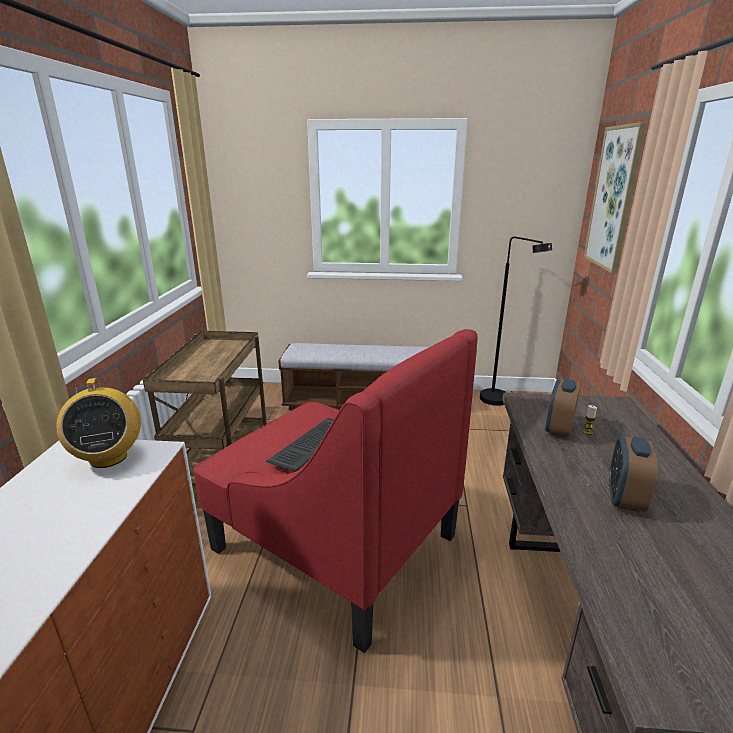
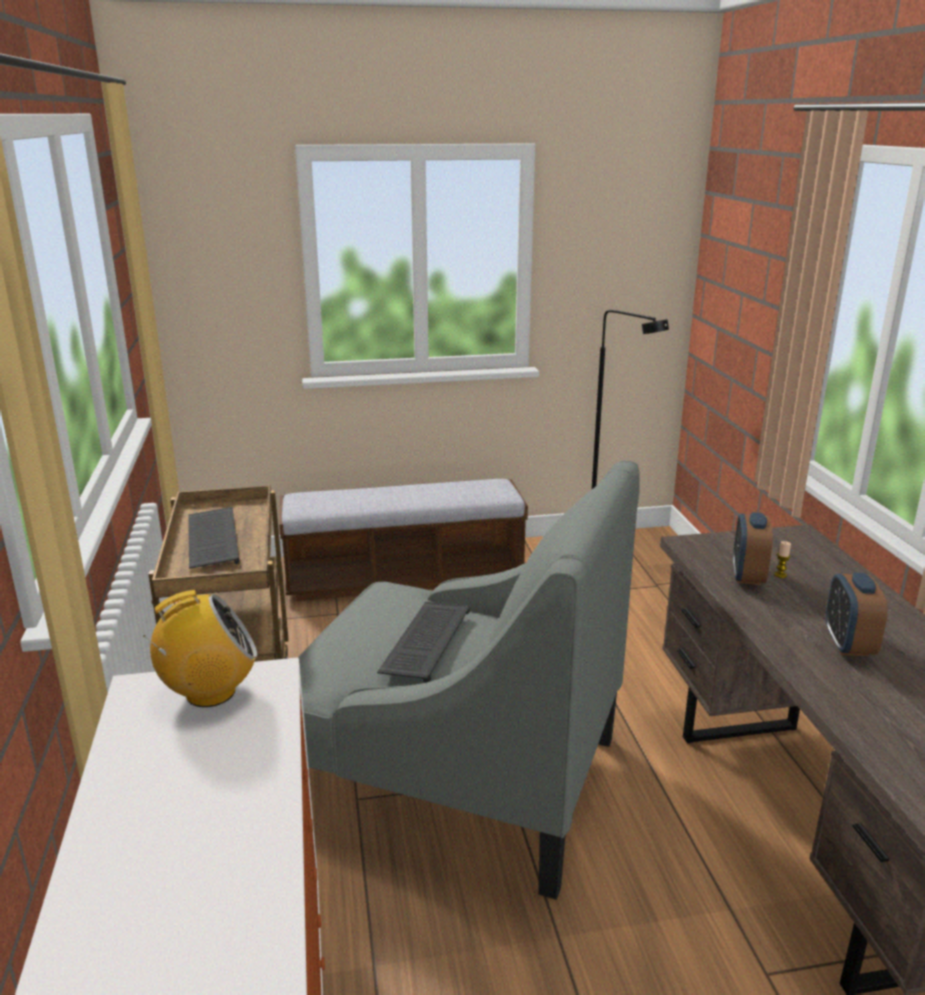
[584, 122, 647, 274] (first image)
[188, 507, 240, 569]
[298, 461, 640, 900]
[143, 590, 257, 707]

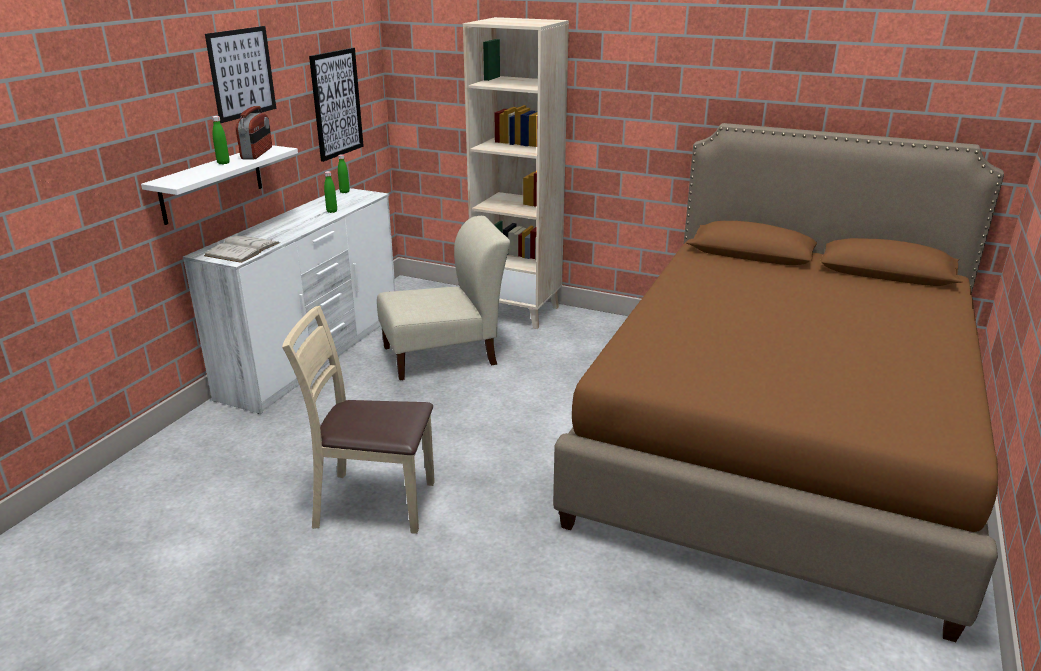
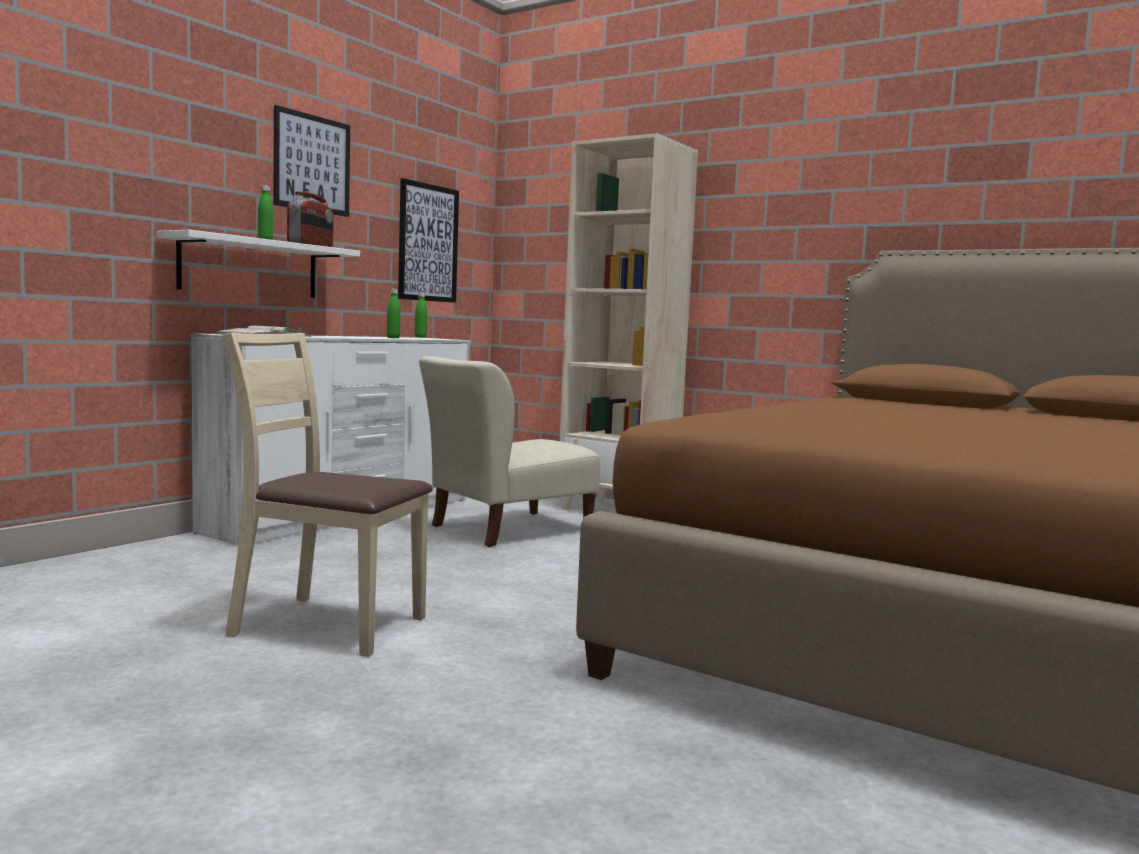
[419, 356, 600, 547]

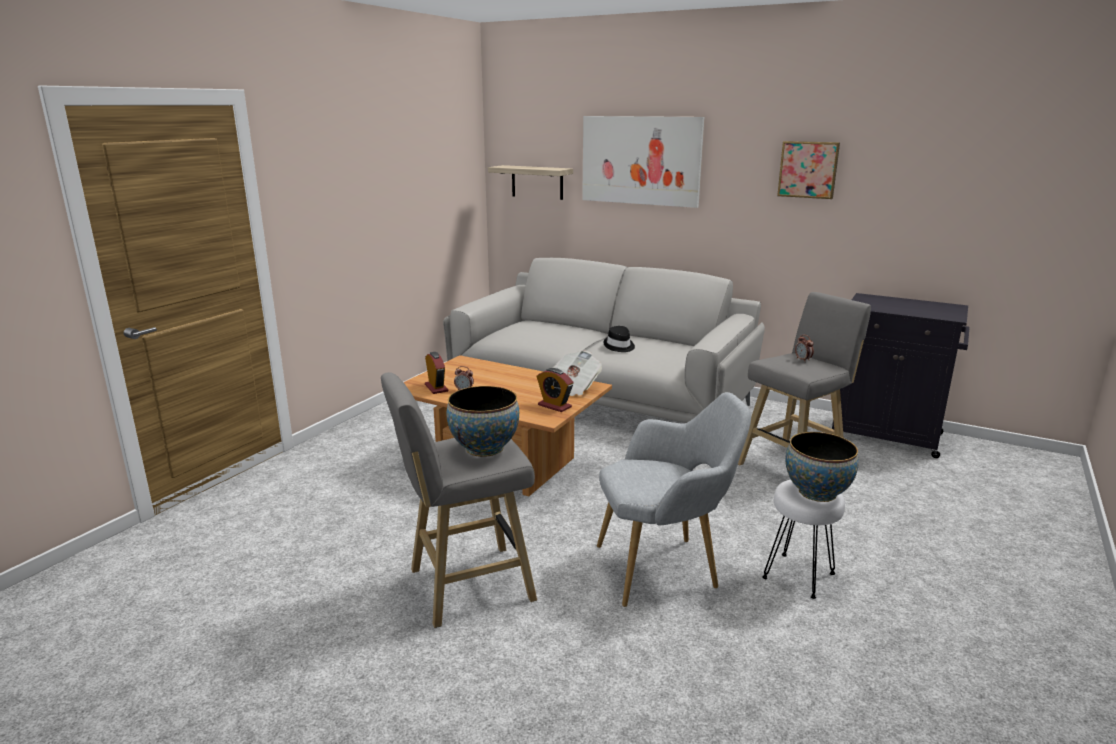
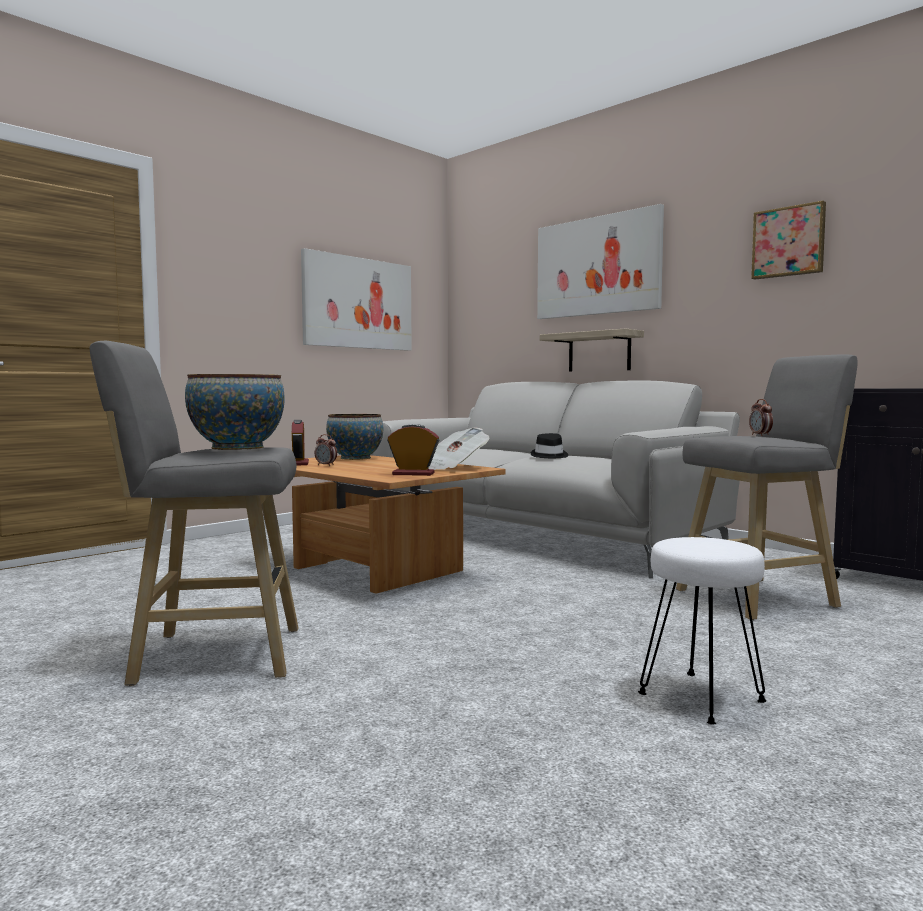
[597, 392, 751, 607] (first image)
[301, 248, 412, 351]
[540, 328, 644, 372]
[326, 414, 383, 460]
[387, 424, 439, 476]

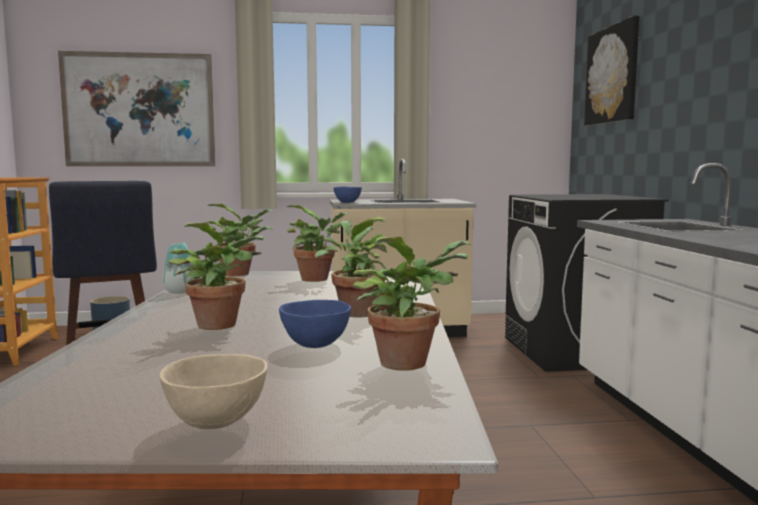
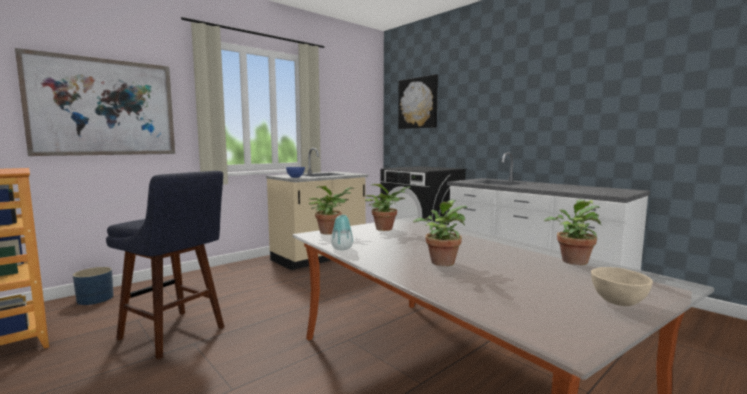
[279, 300, 351, 348] (first image)
[315, 217, 387, 318] (first image)

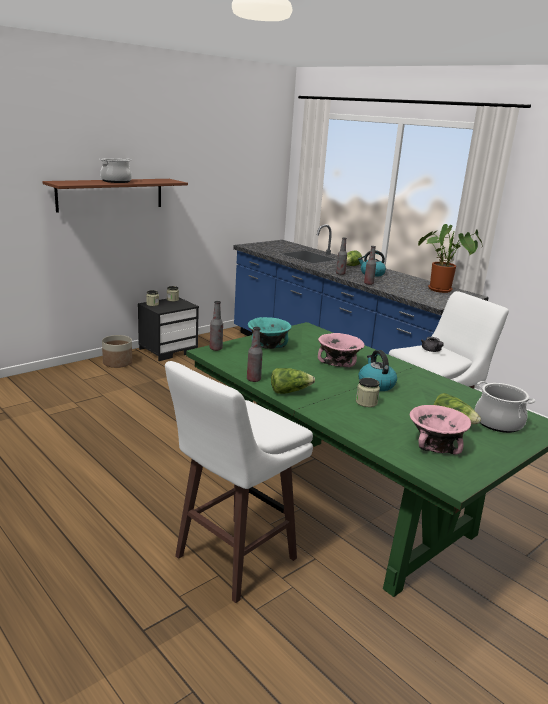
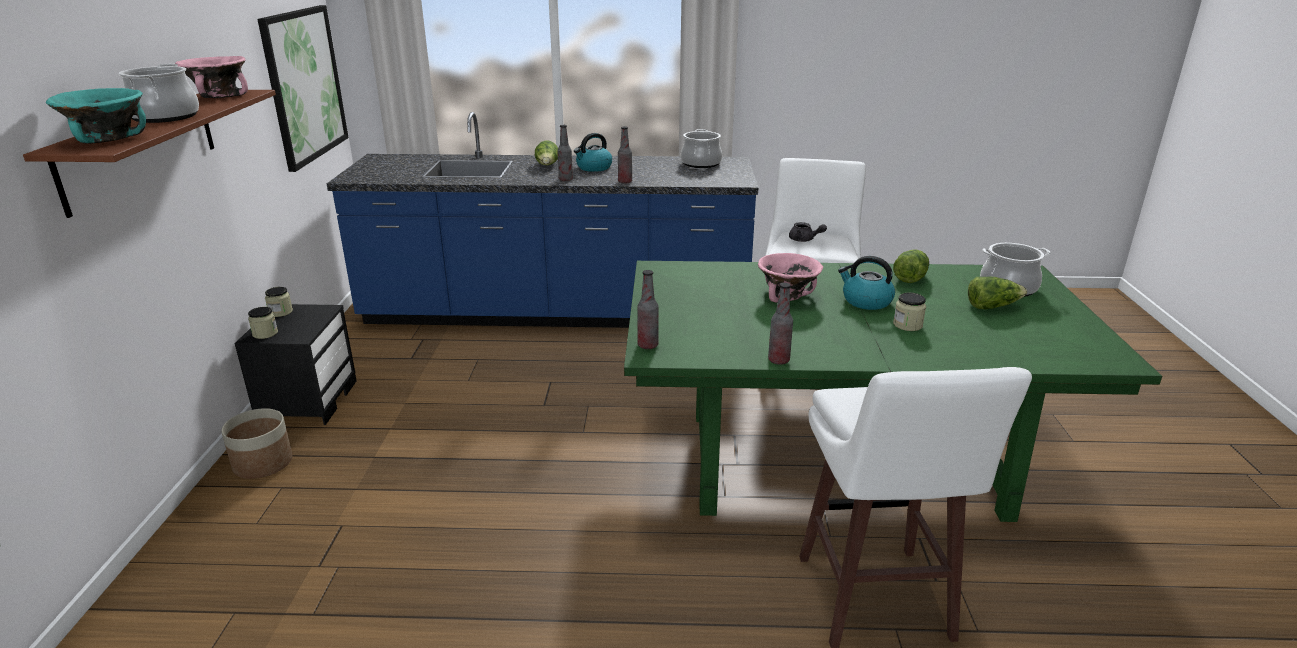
[257, 5, 349, 172]
[46, 88, 146, 144]
[893, 250, 929, 283]
[175, 56, 248, 98]
[681, 129, 722, 168]

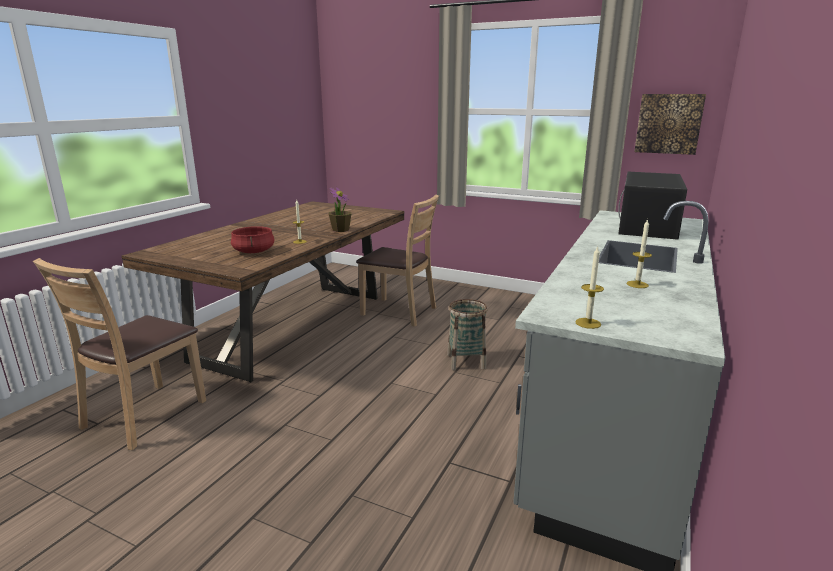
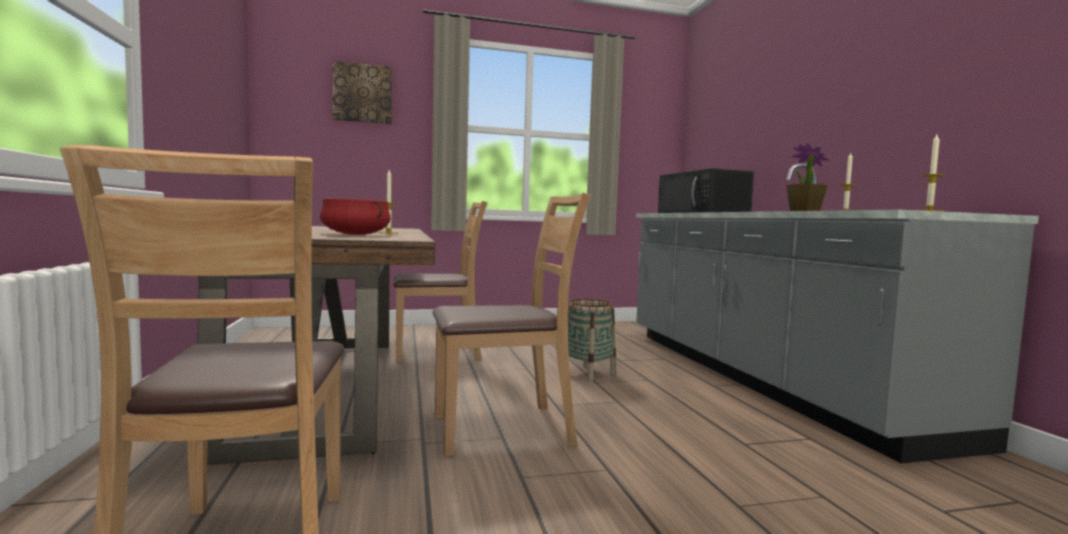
[433, 193, 591, 457]
[786, 143, 830, 211]
[333, 61, 392, 124]

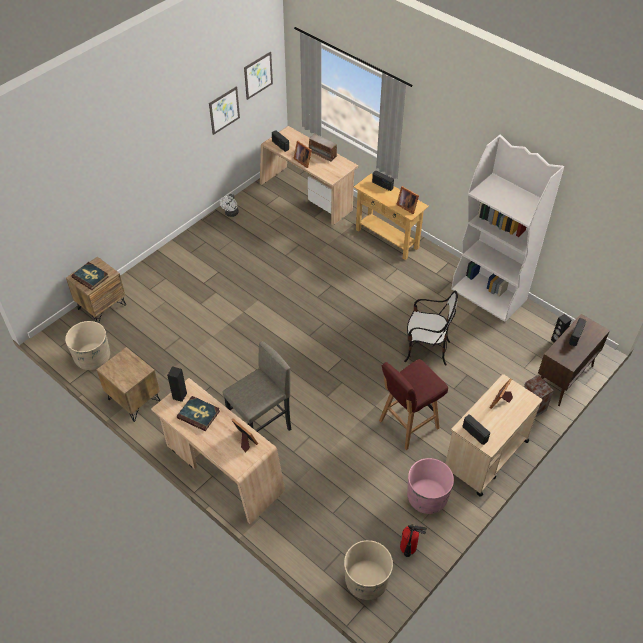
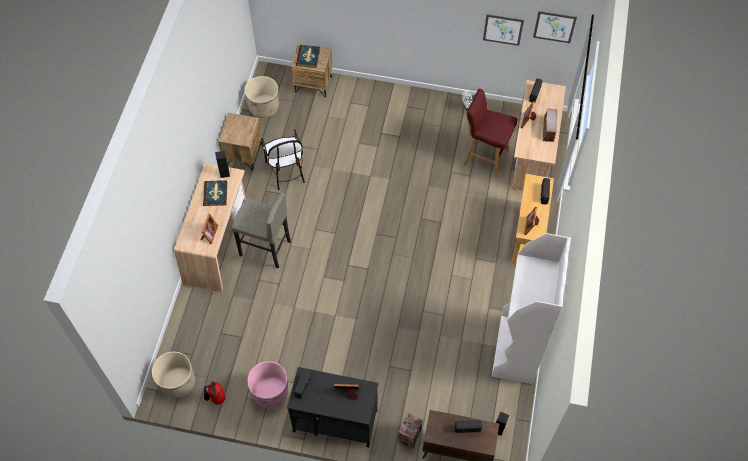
[464, 89, 517, 177]
[261, 129, 305, 190]
[287, 367, 378, 447]

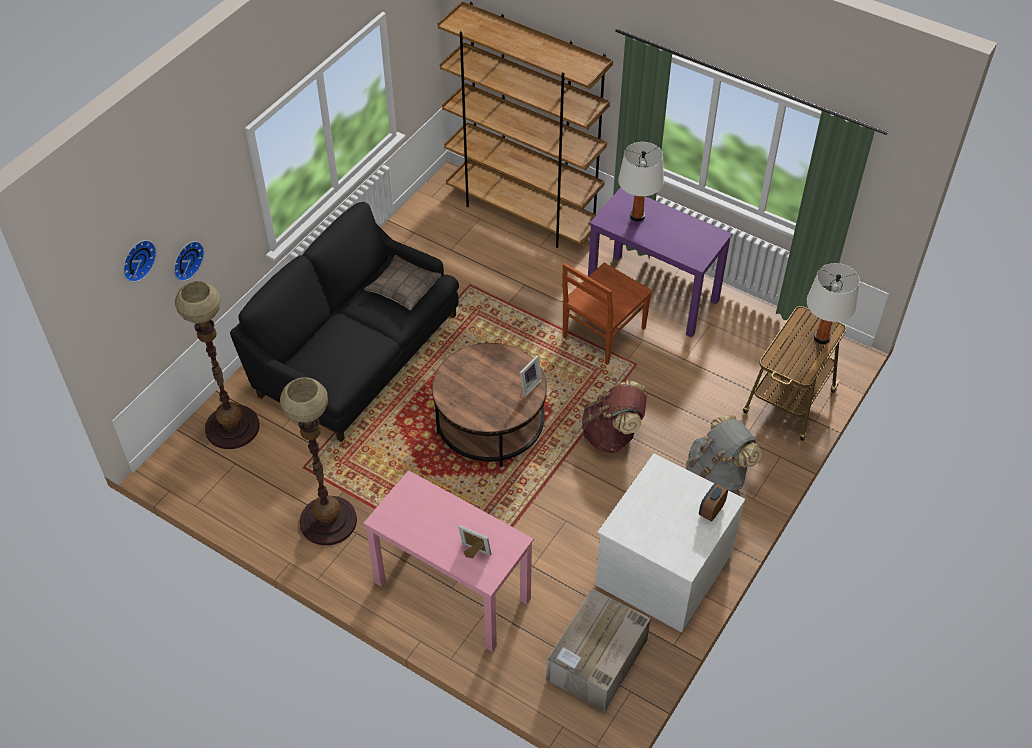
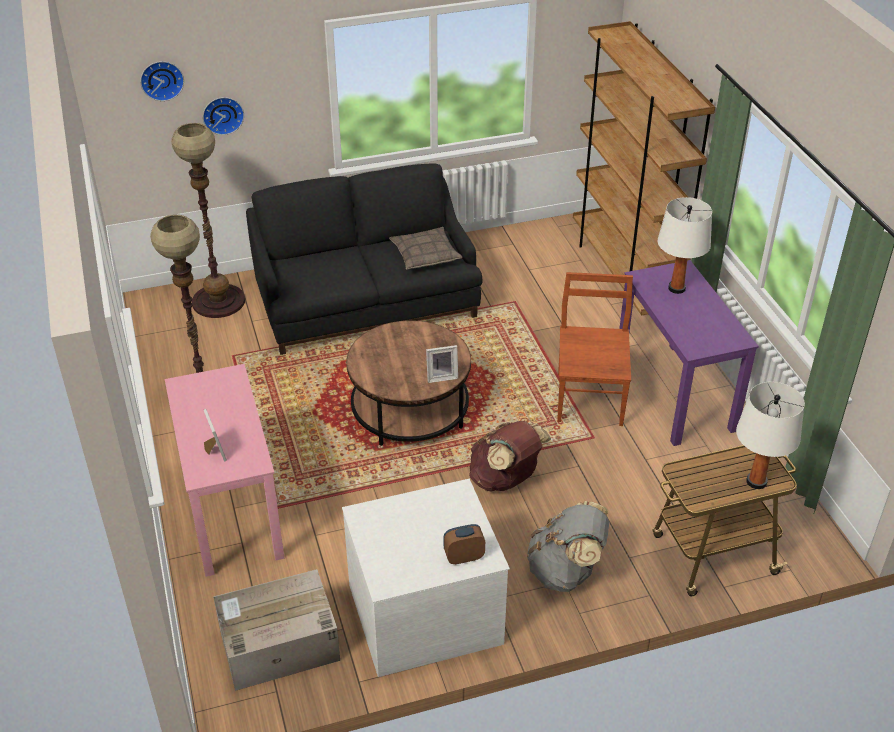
[557, 272, 633, 426]

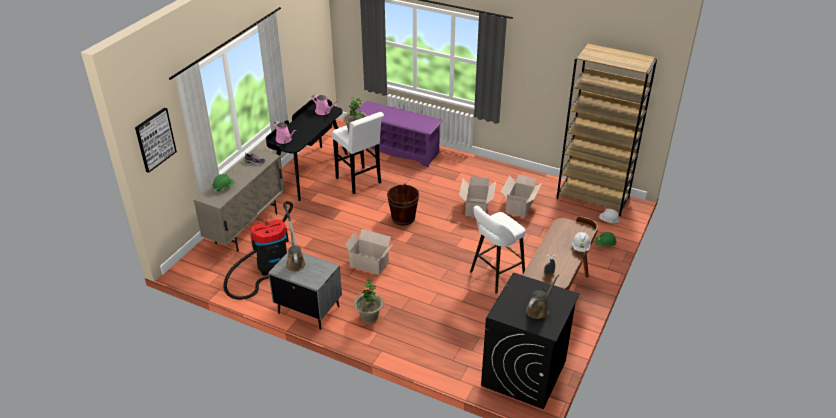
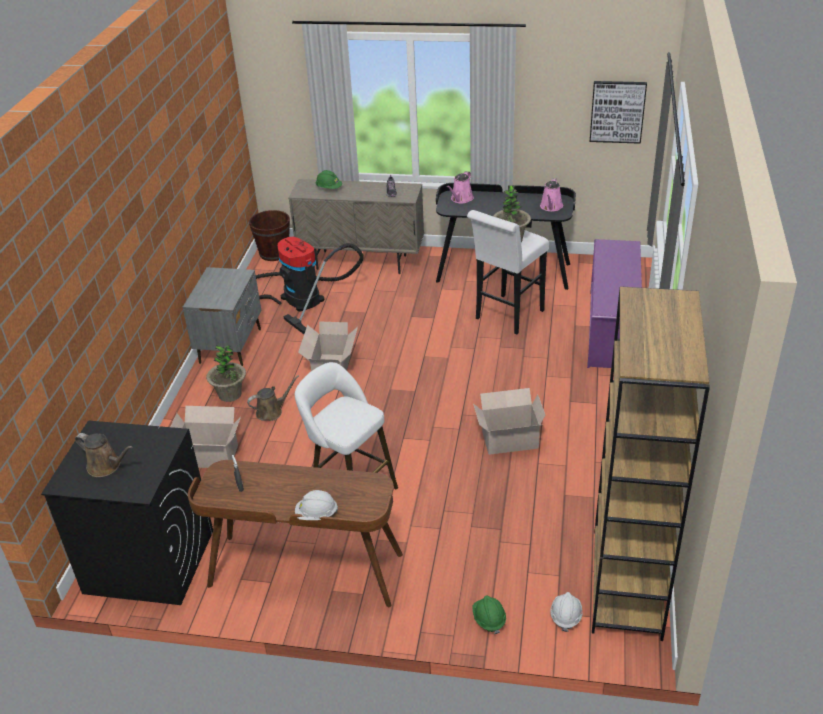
[590, 81, 647, 144]
[247, 375, 299, 421]
[249, 210, 290, 261]
[171, 406, 241, 468]

